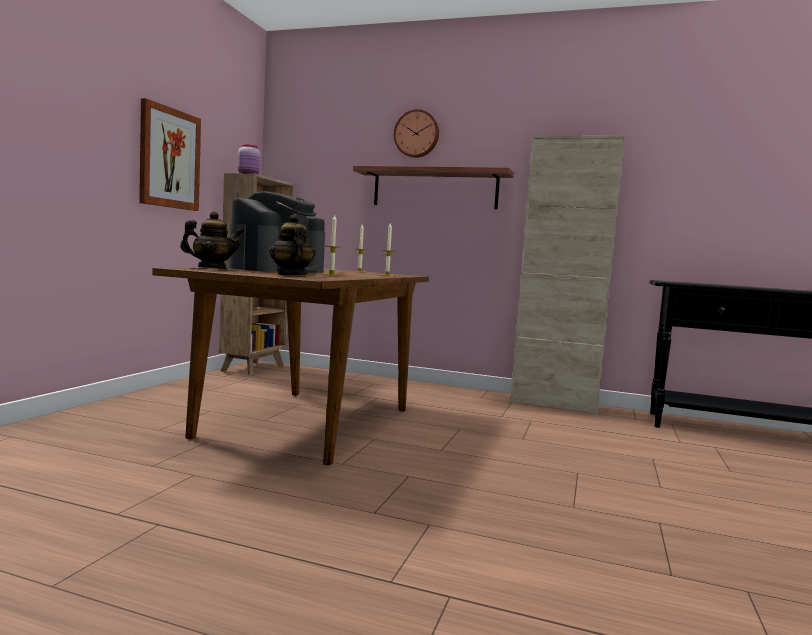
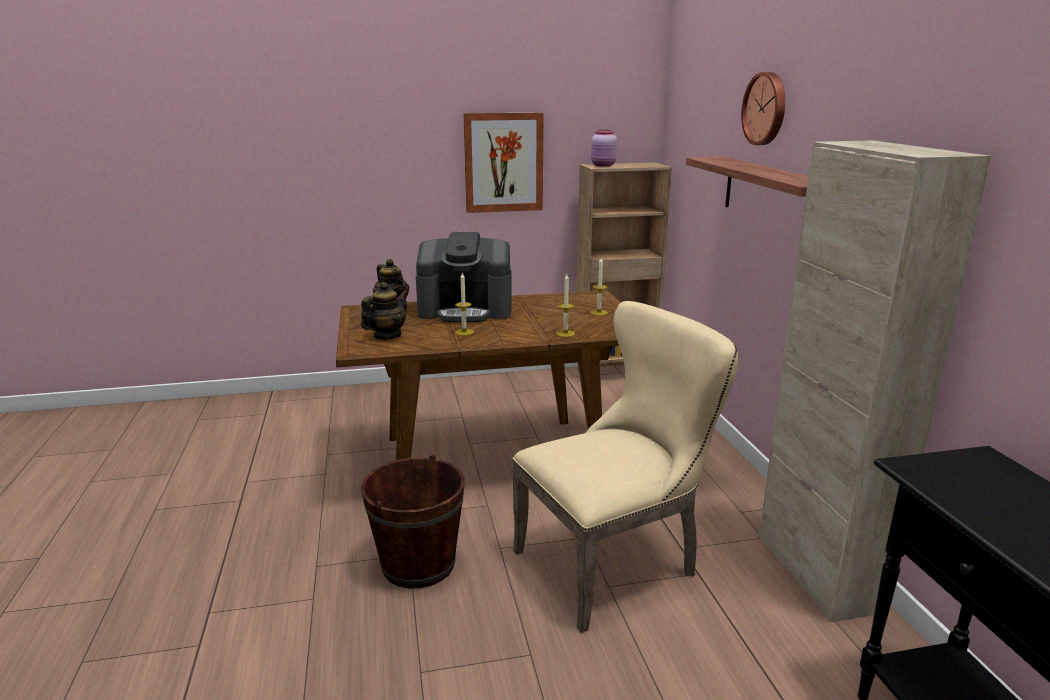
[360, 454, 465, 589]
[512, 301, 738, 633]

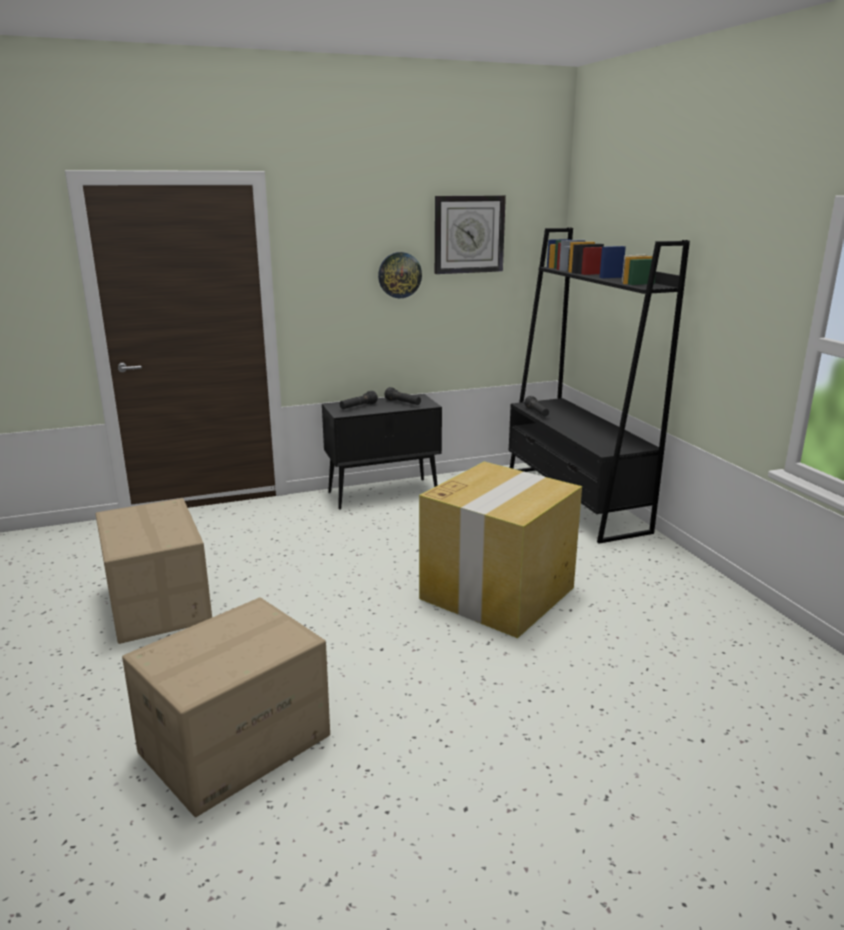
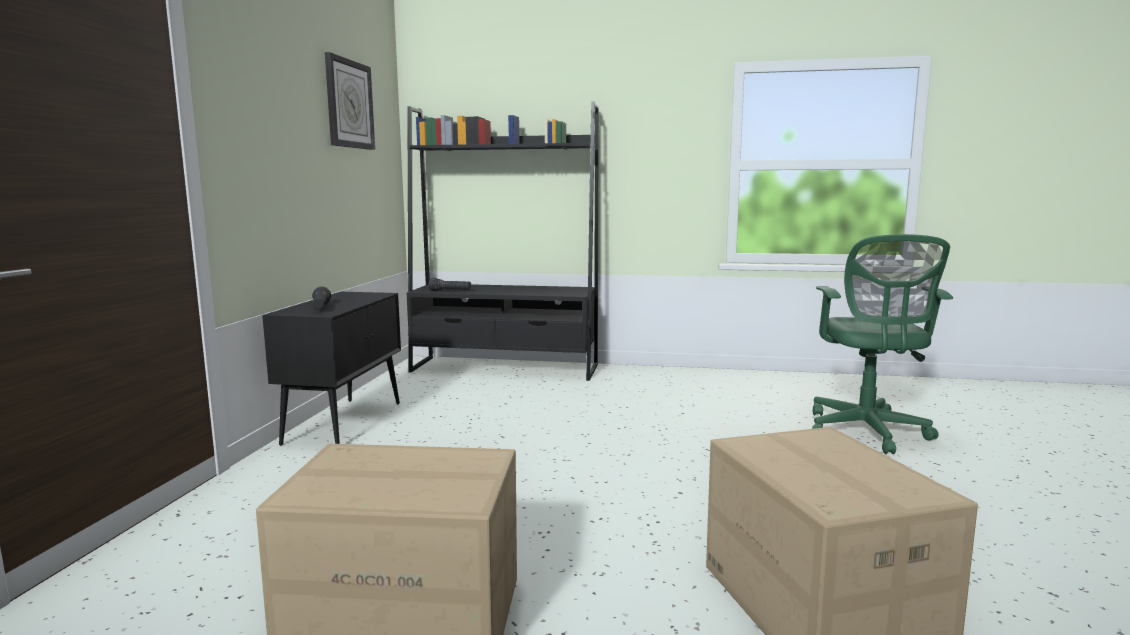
[378, 252, 422, 298] (first image)
[384, 387, 421, 405] (first image)
[419, 462, 582, 638] (first image)
[812, 234, 953, 454]

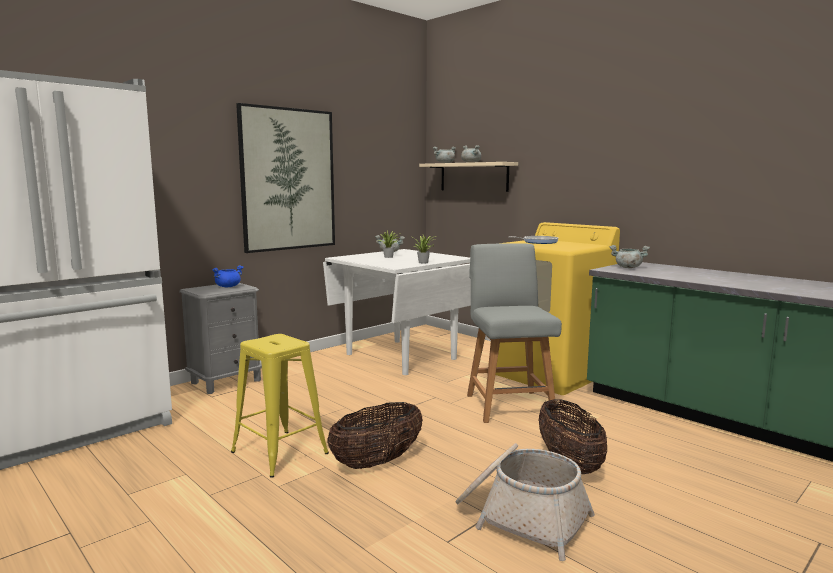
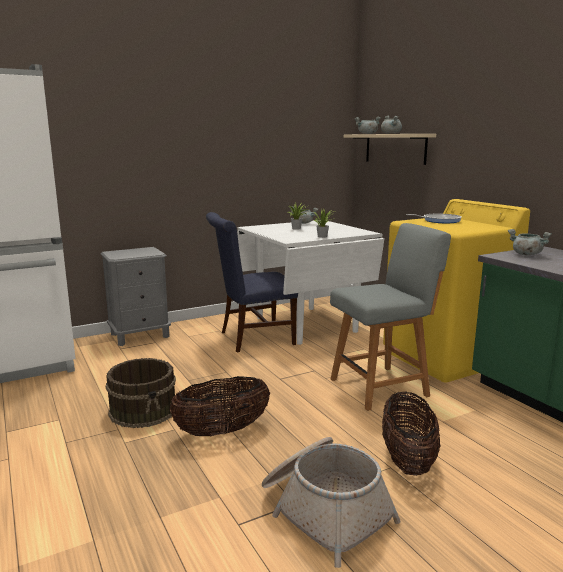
[212, 265, 243, 287] (first image)
[236, 103, 335, 253] (first image)
[206, 212, 298, 352]
[106, 358, 176, 428]
[330, 223, 451, 411]

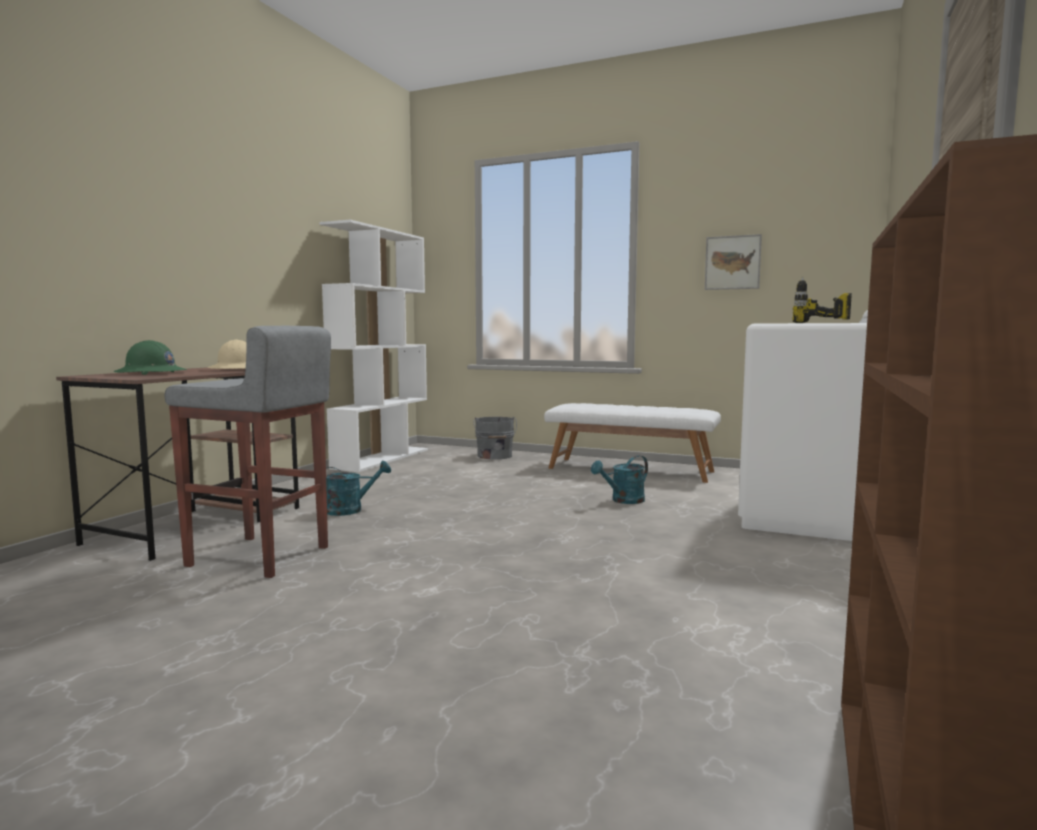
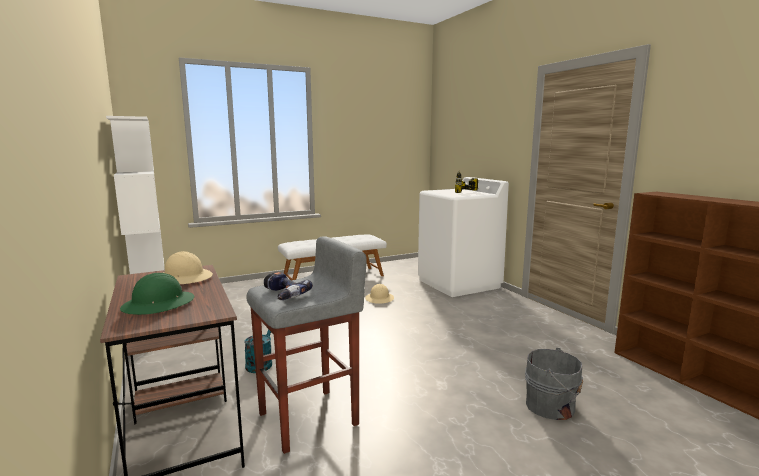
[705, 234, 762, 290] (first image)
[264, 272, 313, 300]
[525, 348, 583, 420]
[365, 284, 394, 304]

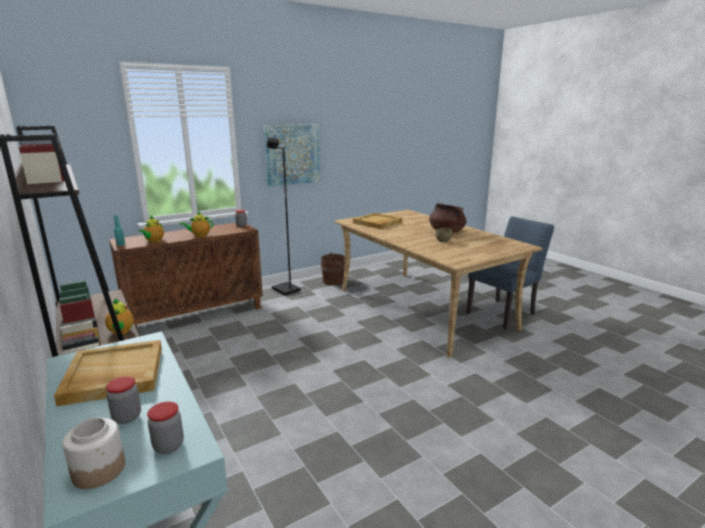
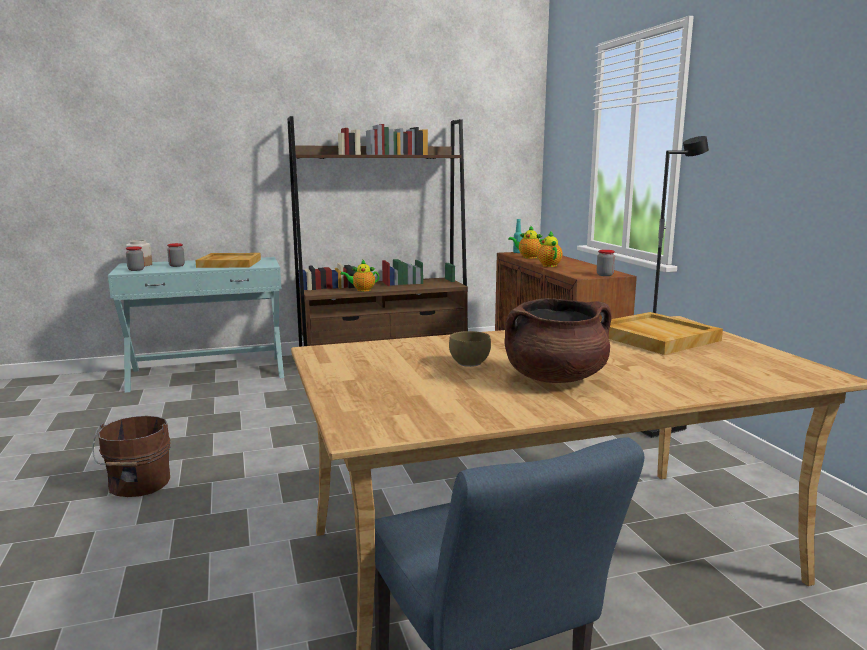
[264, 124, 320, 186] (first image)
[92, 416, 171, 497]

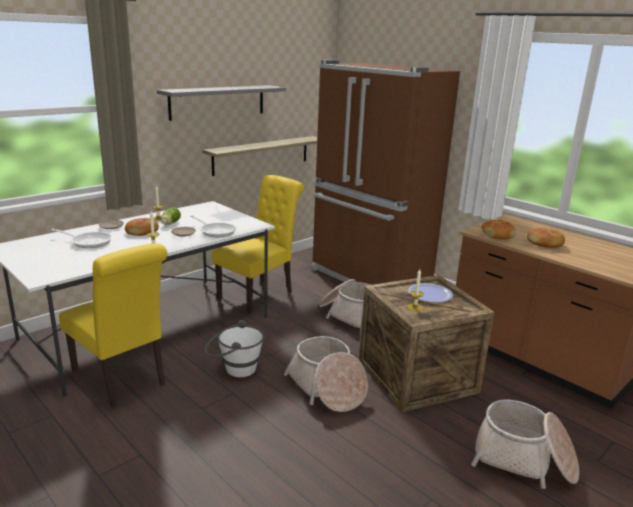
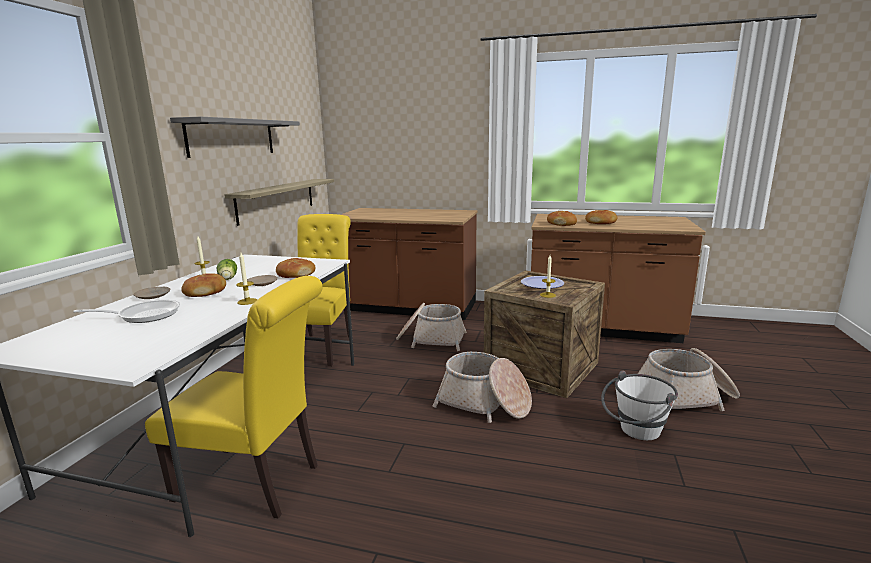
[601, 370, 678, 440]
[276, 258, 316, 278]
[341, 208, 477, 320]

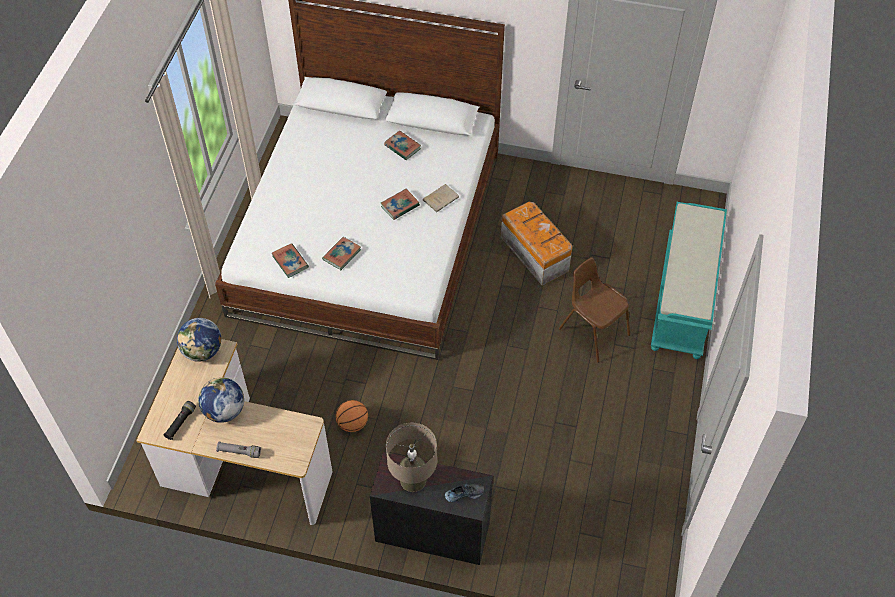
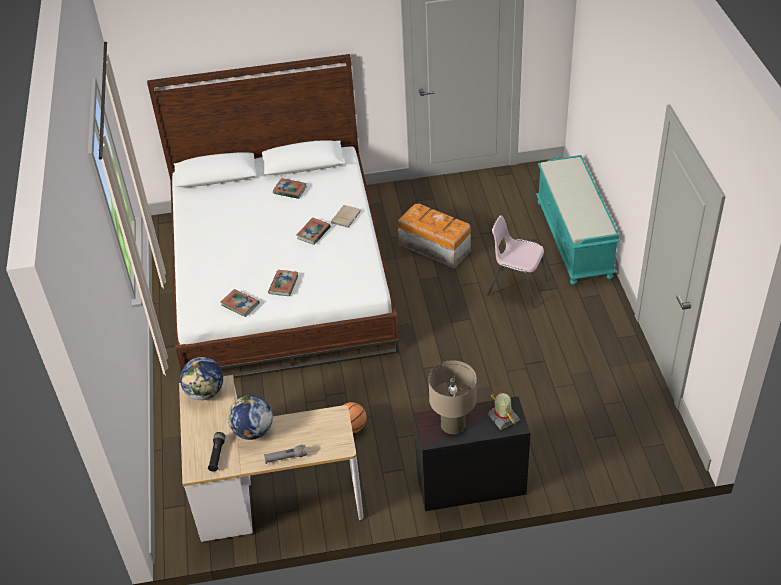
[488, 392, 520, 430]
[487, 215, 548, 309]

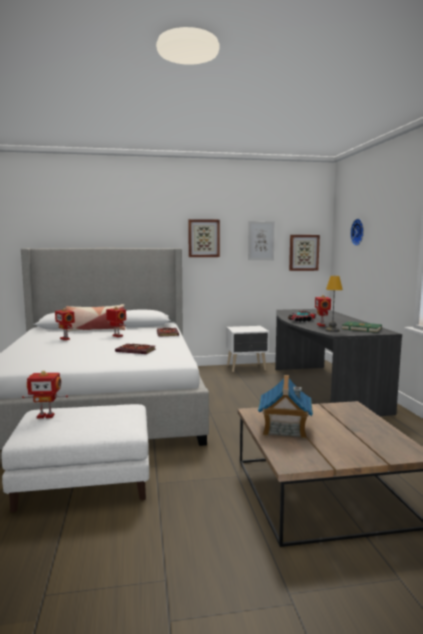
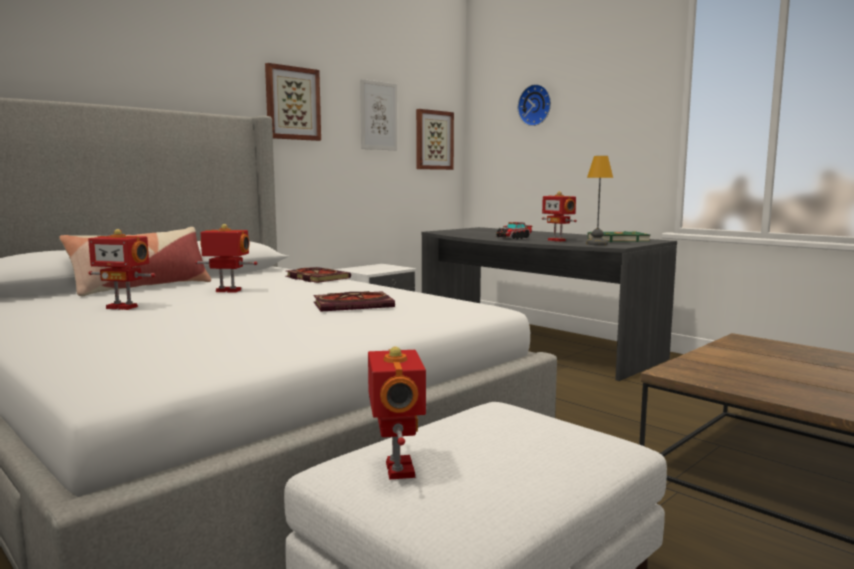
[258, 375, 313, 439] (first image)
[368, 346, 426, 480]

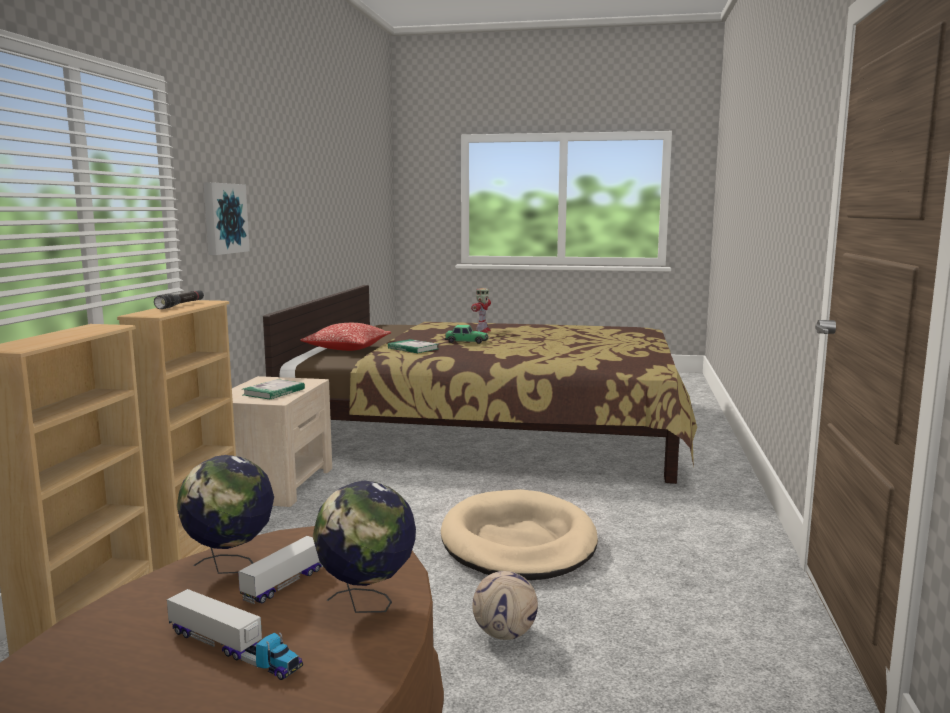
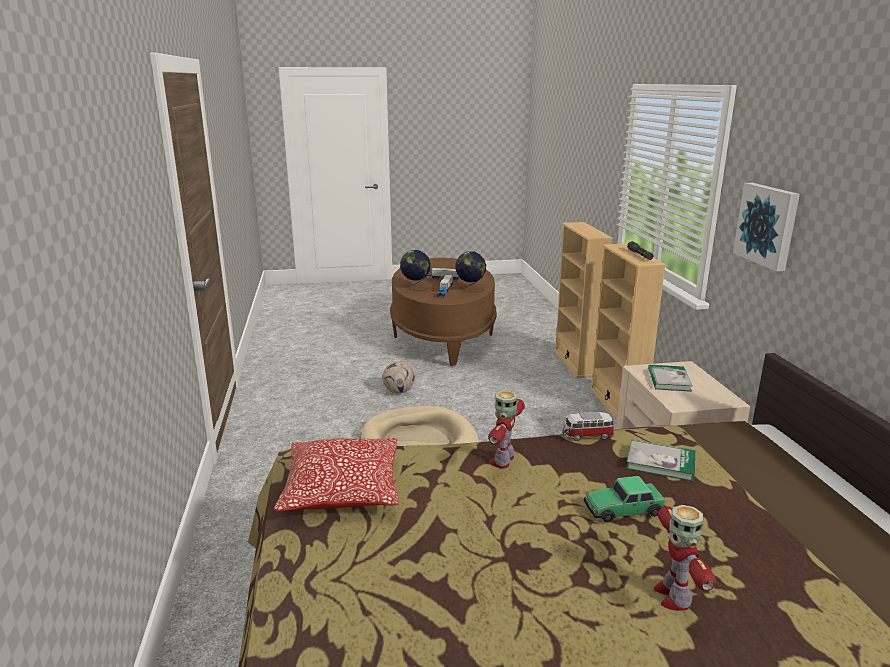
[488, 391, 525, 468]
[562, 412, 614, 441]
[274, 438, 399, 512]

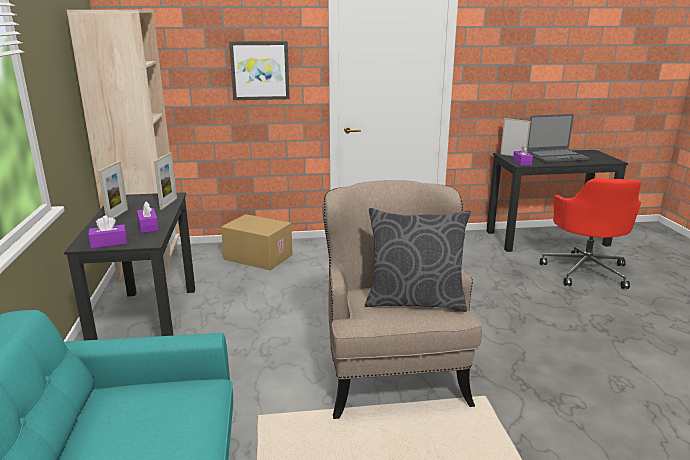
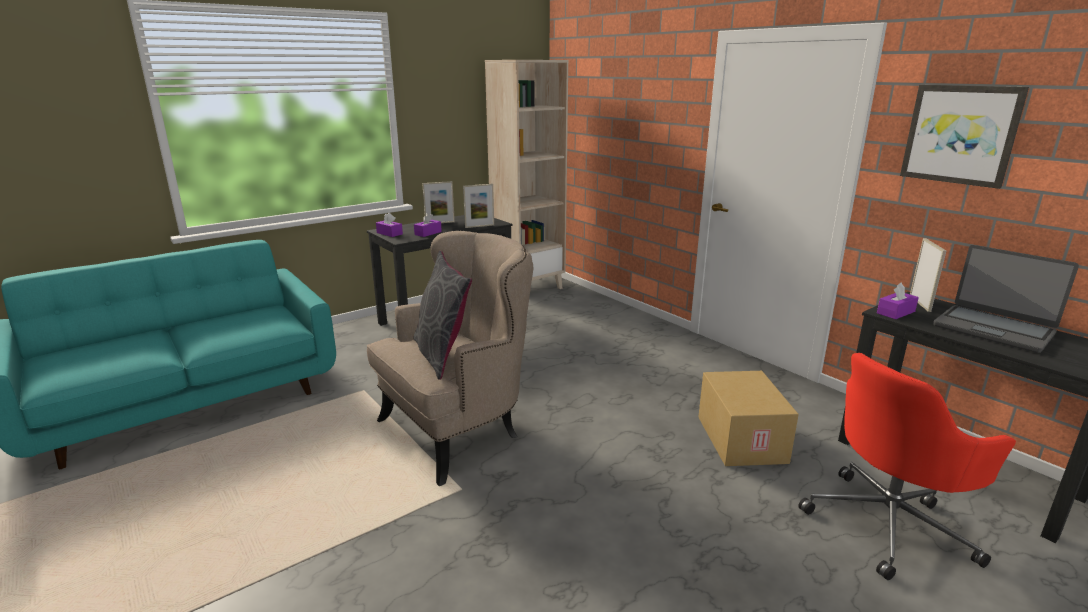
[698, 371, 799, 466]
[900, 85, 1029, 189]

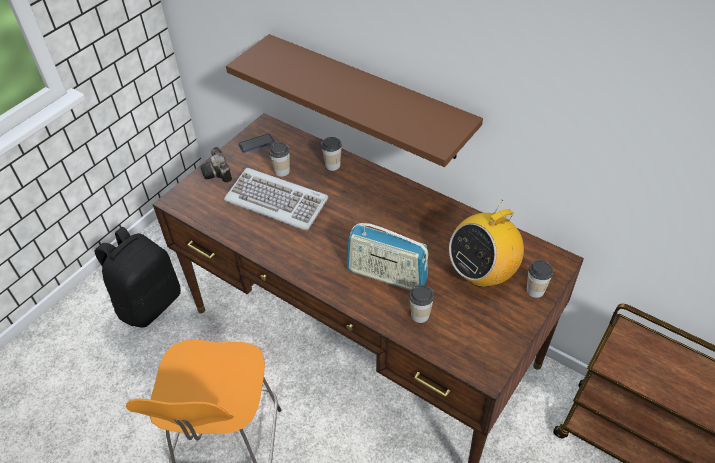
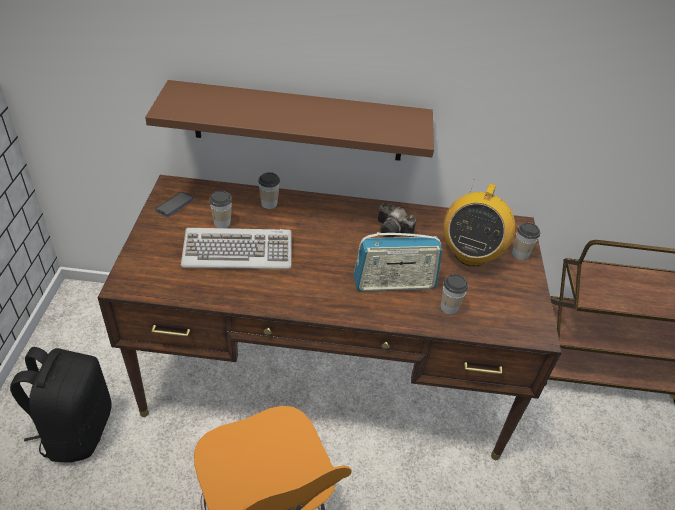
[378, 203, 416, 238]

